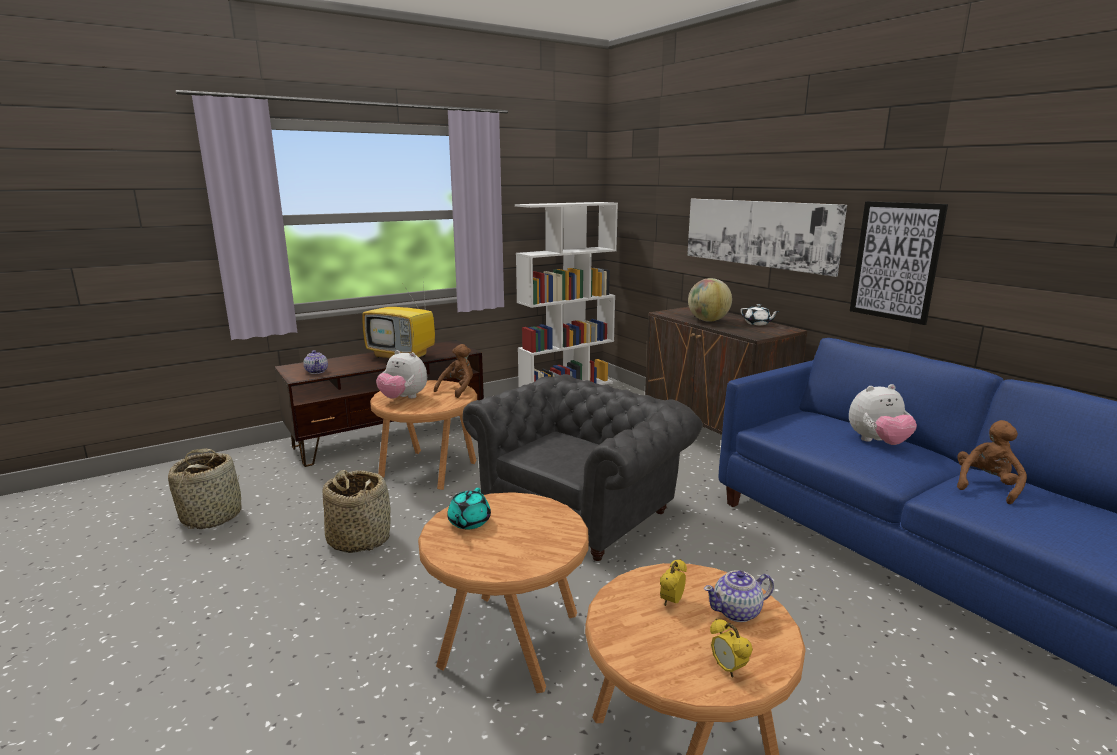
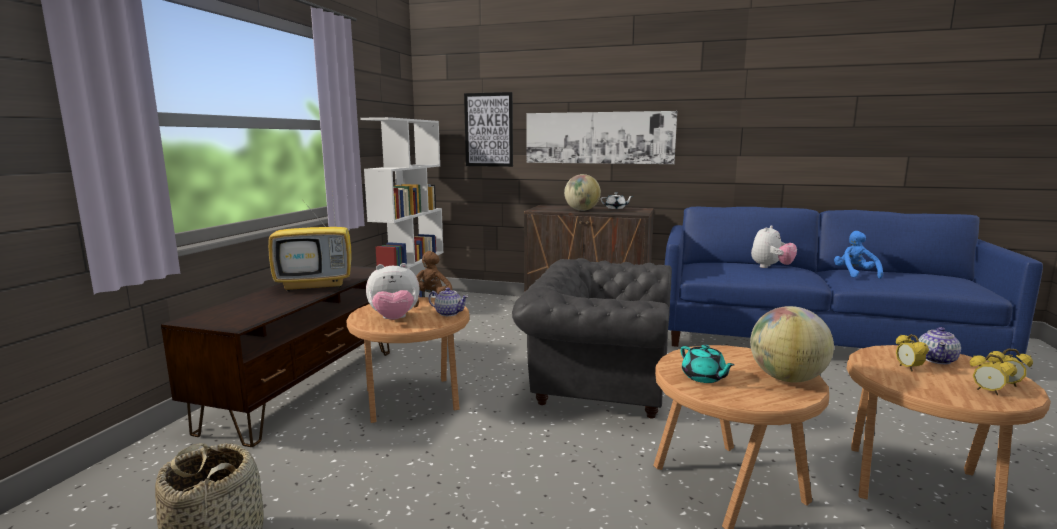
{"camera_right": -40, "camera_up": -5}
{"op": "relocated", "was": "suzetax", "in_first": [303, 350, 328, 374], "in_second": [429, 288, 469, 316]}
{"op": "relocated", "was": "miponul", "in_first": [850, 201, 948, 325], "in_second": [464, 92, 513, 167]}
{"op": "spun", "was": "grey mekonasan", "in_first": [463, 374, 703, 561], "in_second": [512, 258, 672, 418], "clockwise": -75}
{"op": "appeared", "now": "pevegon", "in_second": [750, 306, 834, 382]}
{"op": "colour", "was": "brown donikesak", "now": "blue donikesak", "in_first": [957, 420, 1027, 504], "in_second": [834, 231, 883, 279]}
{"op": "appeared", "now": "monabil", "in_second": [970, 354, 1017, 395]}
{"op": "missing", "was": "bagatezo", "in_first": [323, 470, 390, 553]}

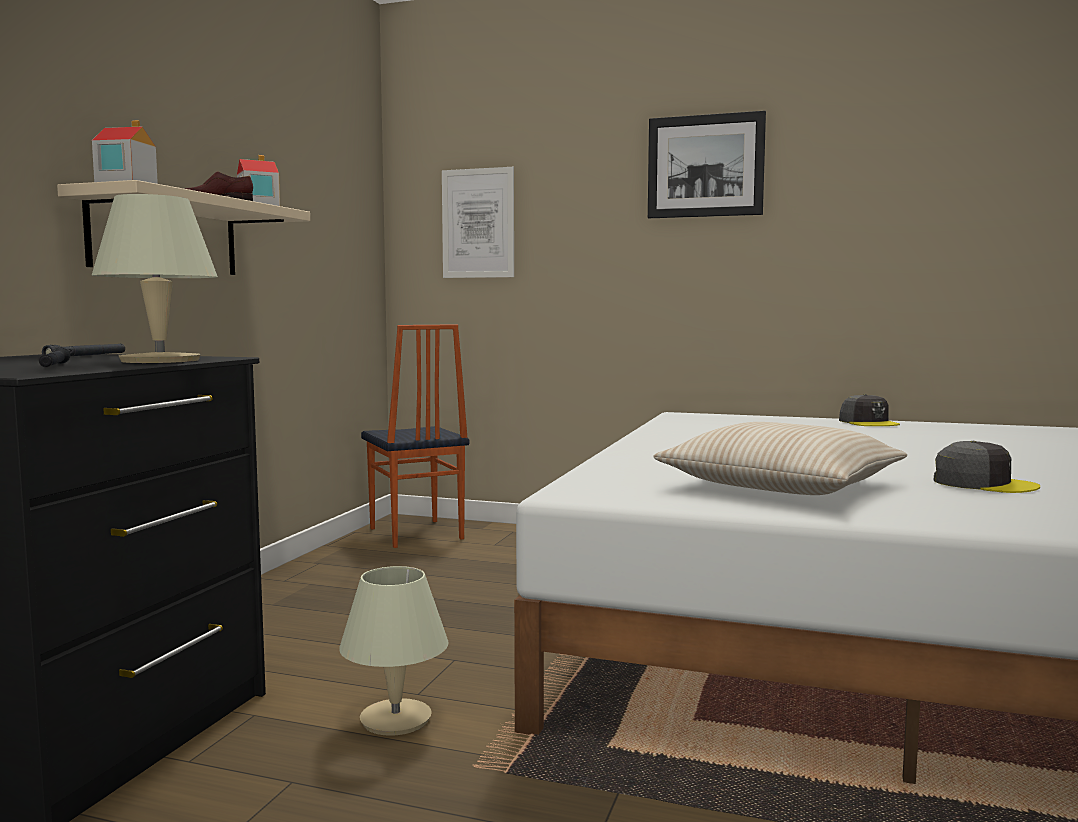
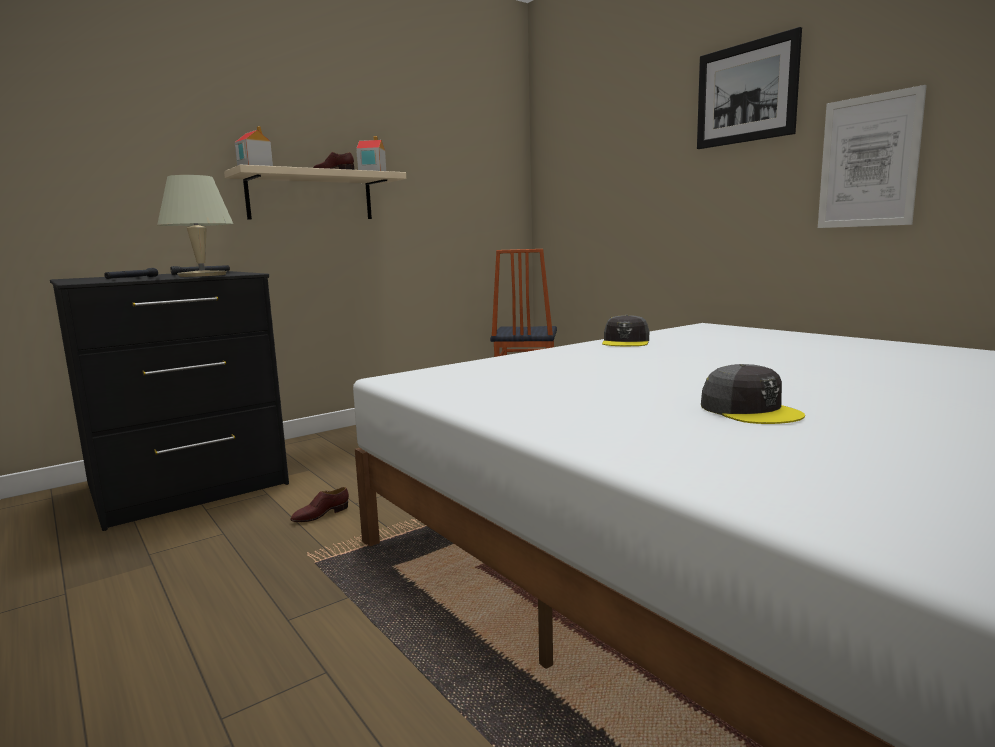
{"camera_right": 35, "camera_up": 5}
{"op": "exchanged", "was": "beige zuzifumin", "now": "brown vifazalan", "in_first": [339, 566, 449, 736], "in_second": [290, 487, 349, 522]}
{"op": "relocated", "was": "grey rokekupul", "in_first": [839, 394, 900, 426], "in_second": [602, 315, 649, 346]}
{"op": "relocated", "was": "miponul", "in_first": [442, 167, 514, 278], "in_second": [818, 85, 927, 228]}
{"op": "missing", "was": "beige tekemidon", "in_first": [654, 422, 907, 495]}

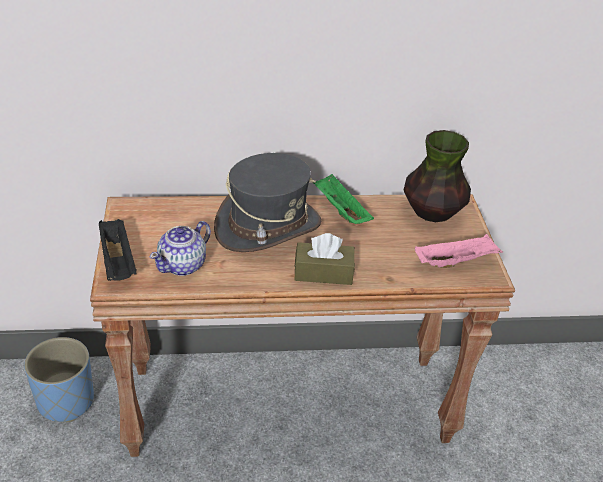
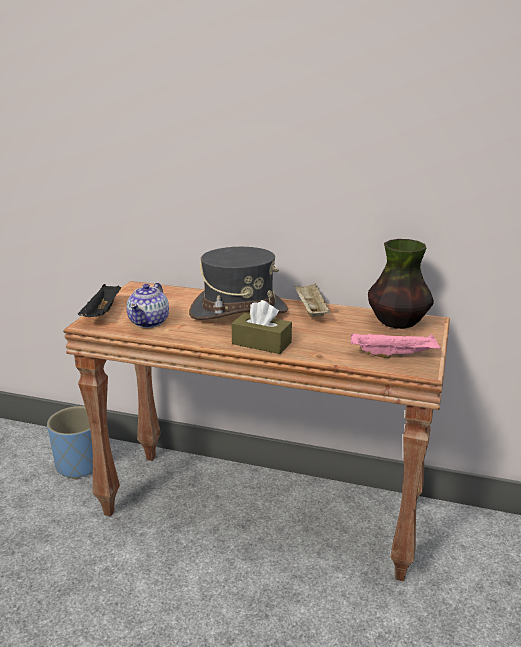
{"camera_right": 25, "camera_up": -15}
{"op": "spun", "was": "suzetax", "in_first": [150, 221, 211, 276], "in_second": [127, 283, 169, 328], "clockwise": -45}
{"op": "colour", "was": "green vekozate", "now": "beige vekozate", "in_first": [313, 174, 374, 224], "in_second": [294, 283, 330, 317]}

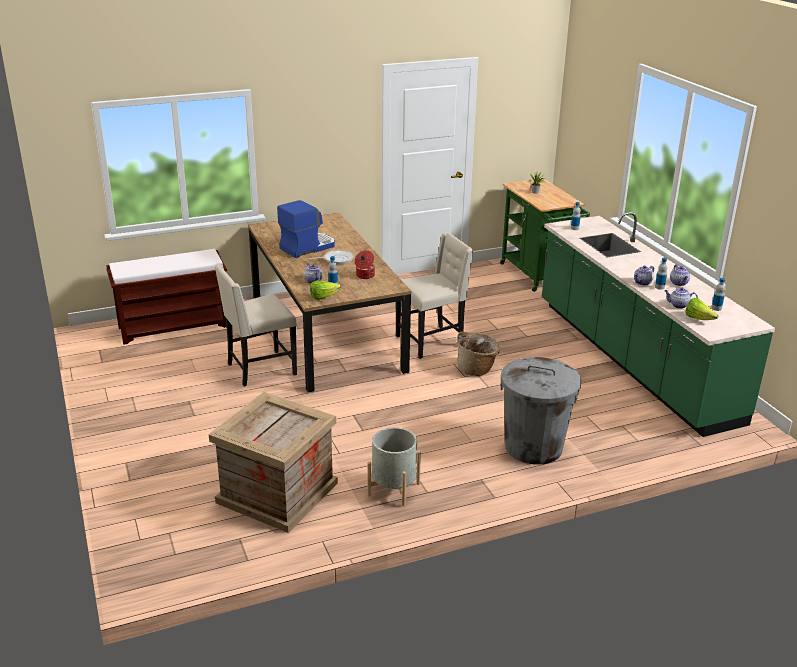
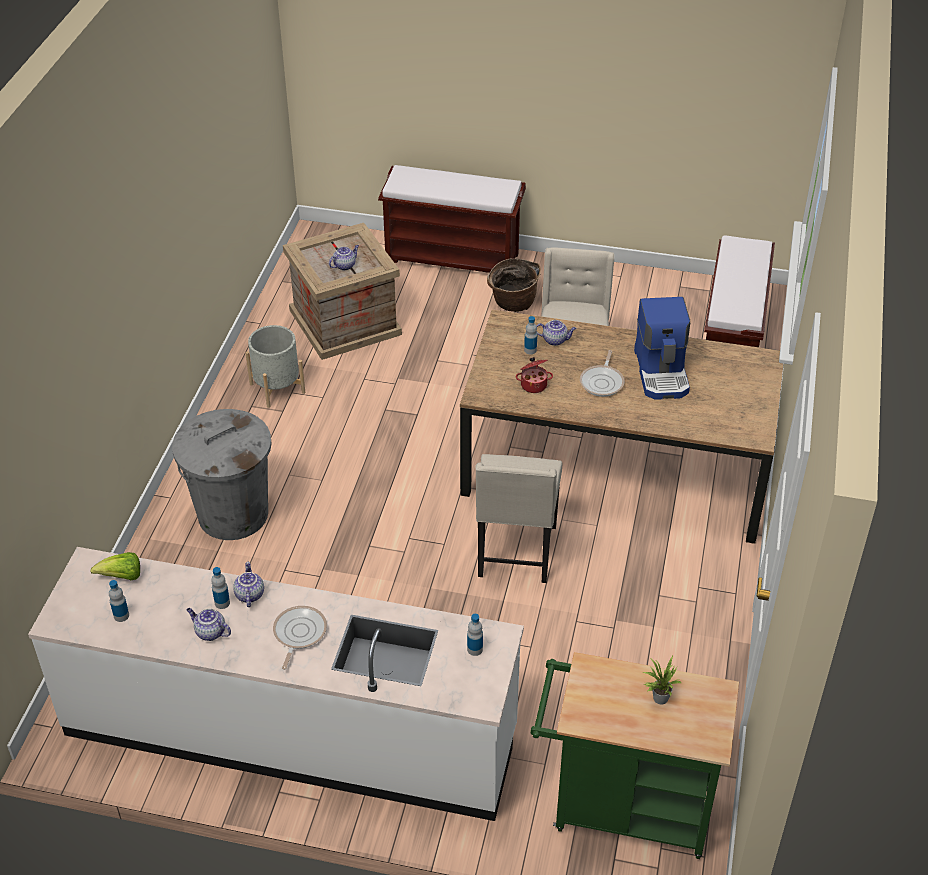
{"camera_right": 125, "camera_up": 15}
{"op": "colour", "was": "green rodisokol", "now": "white rodisokol", "in_first": [542, 212, 775, 437], "in_second": [28, 547, 524, 821]}
{"op": "appeared", "now": "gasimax", "in_second": [273, 606, 327, 670]}
{"op": "relocated", "was": "suzetax", "in_first": [664, 287, 698, 309], "in_second": [329, 245, 359, 270]}
{"op": "appeared", "now": "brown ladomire", "in_second": [378, 165, 526, 273]}
{"op": "relocated", "was": "bagatezo", "in_first": [457, 332, 500, 376], "in_second": [487, 258, 541, 312]}
{"op": "missing", "was": "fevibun", "in_first": [310, 281, 341, 300]}

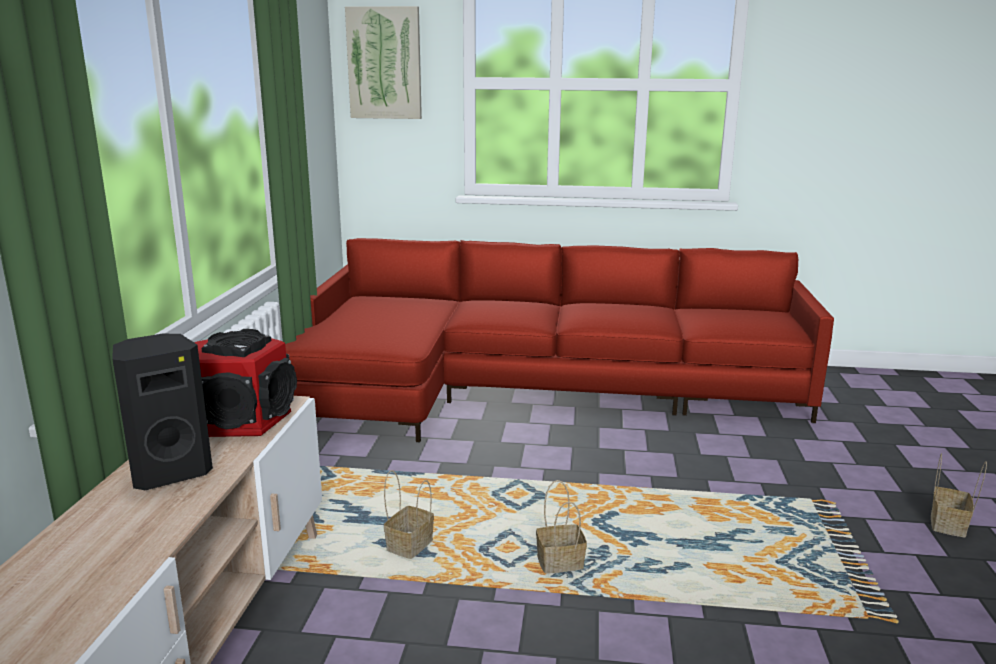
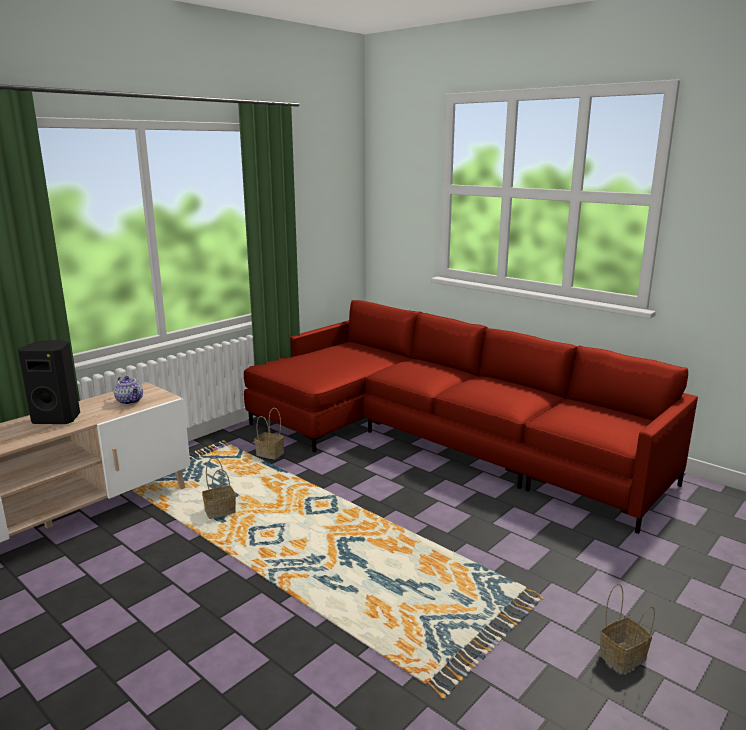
{"camera_right": 35, "camera_up": 0}
{"op": "exchanged", "was": "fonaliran", "now": "suzetax", "in_first": [194, 329, 297, 437], "in_second": [114, 376, 143, 405]}
{"op": "relocated", "was": "bagatezo", "in_first": [536, 480, 587, 573], "in_second": [254, 408, 284, 460]}
{"op": "missing", "was": "miponul", "in_first": [345, 6, 422, 119]}

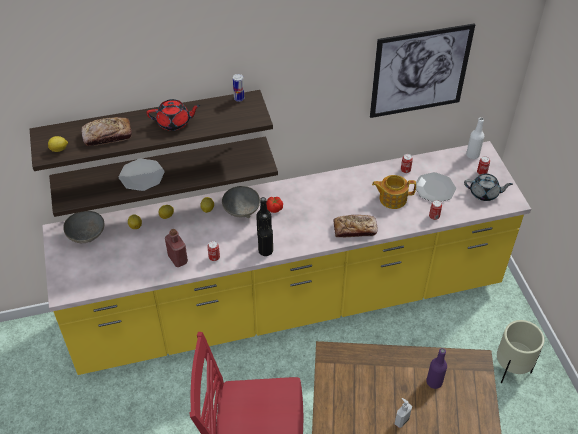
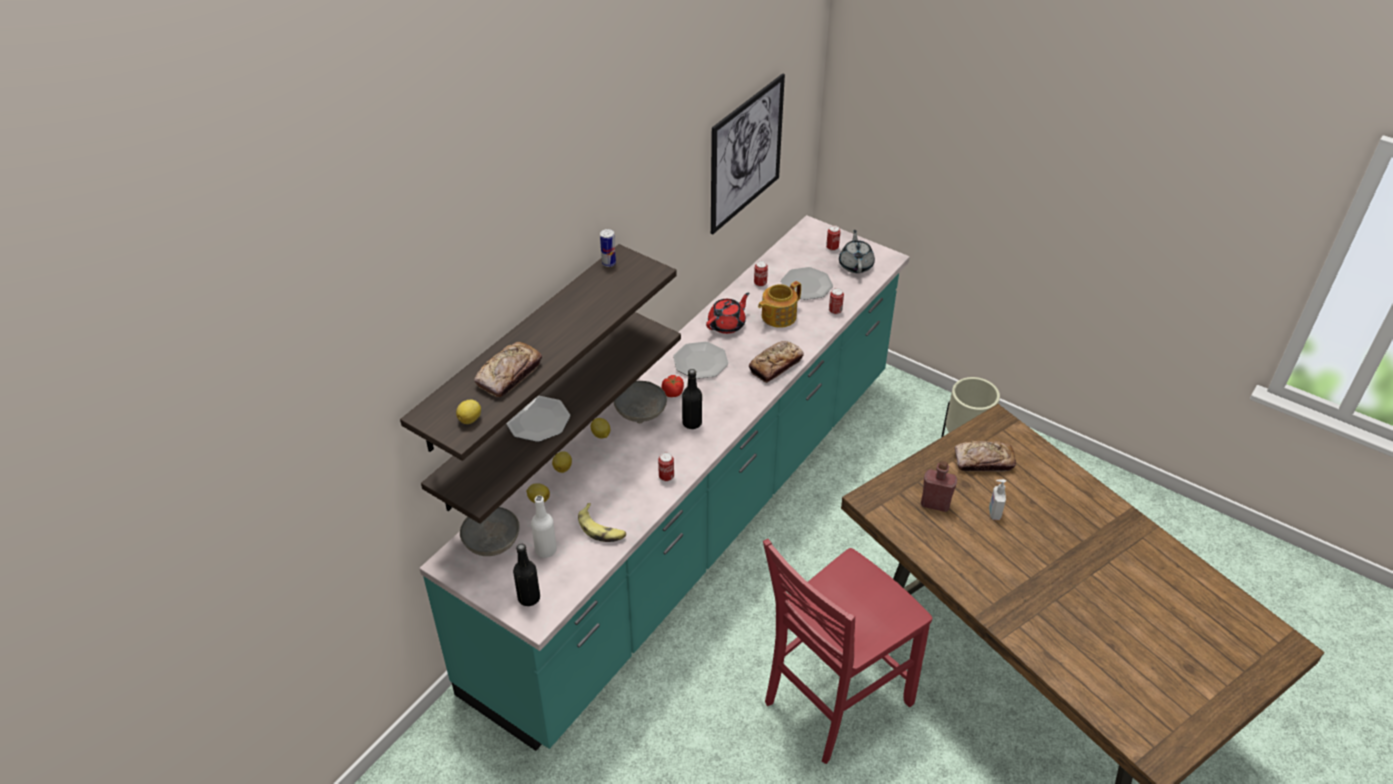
{"camera_right": -40, "camera_up": -5}
{"op": "colour", "was": "yellow rodisokol", "now": "turquoise rodisokol", "in_first": [42, 141, 531, 375], "in_second": [419, 215, 910, 751]}
{"op": "relocated", "was": "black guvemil", "in_first": [258, 214, 273, 256], "in_second": [513, 544, 540, 606]}
{"op": "relocated", "was": "white guvemil", "in_first": [466, 117, 484, 159], "in_second": [531, 496, 557, 558]}
{"op": "appeared", "now": "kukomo", "in_second": [578, 503, 626, 542]}
{"op": "appeared", "now": "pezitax", "in_second": [673, 342, 728, 379]}
{"op": "relocated", "was": "red suzetax", "in_first": [146, 99, 201, 131], "in_second": [706, 292, 749, 334]}
{"op": "spun", "was": "grey suzetax", "in_first": [464, 174, 513, 201], "in_second": [839, 230, 875, 273], "clockwise": -60}
{"op": "relocated", "was": "red guvemil", "in_first": [165, 229, 188, 267], "in_second": [921, 461, 957, 512]}
{"op": "exchanged", "was": "purple guvemil", "now": "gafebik", "in_first": [426, 348, 447, 389], "in_second": [955, 441, 1016, 472]}

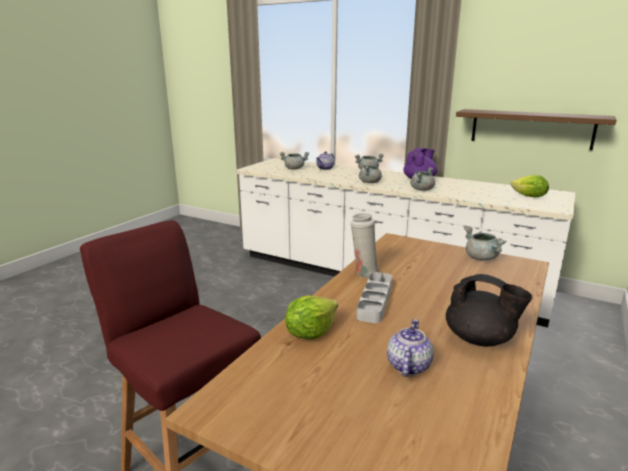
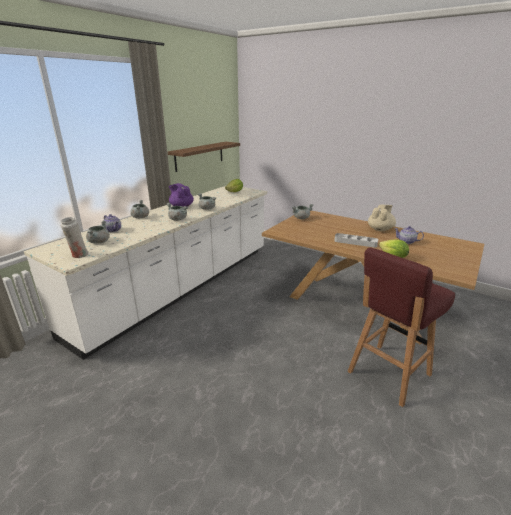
{"camera_right": -85, "camera_up": 5}
{"op": "relocated", "was": "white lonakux", "in_first": [351, 213, 378, 278], "in_second": [60, 217, 88, 258]}
{"op": "colour", "was": "black suzetax", "now": "beige suzetax", "in_first": [446, 274, 533, 347], "in_second": [368, 204, 396, 231]}

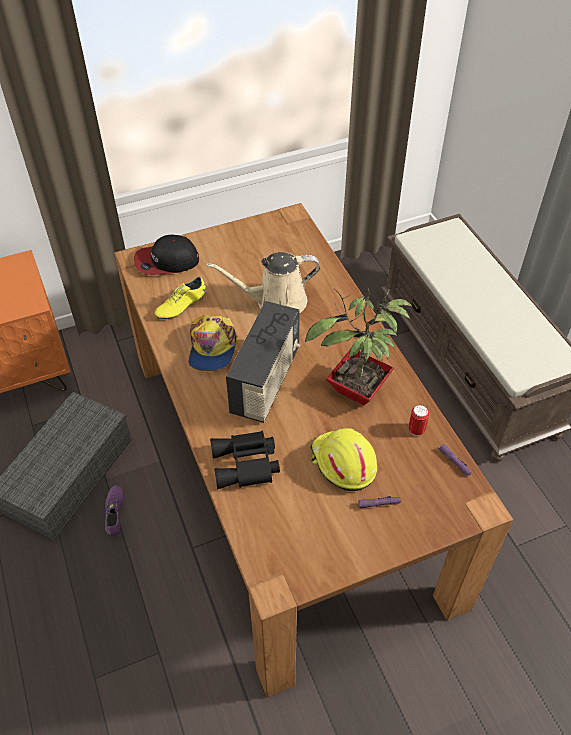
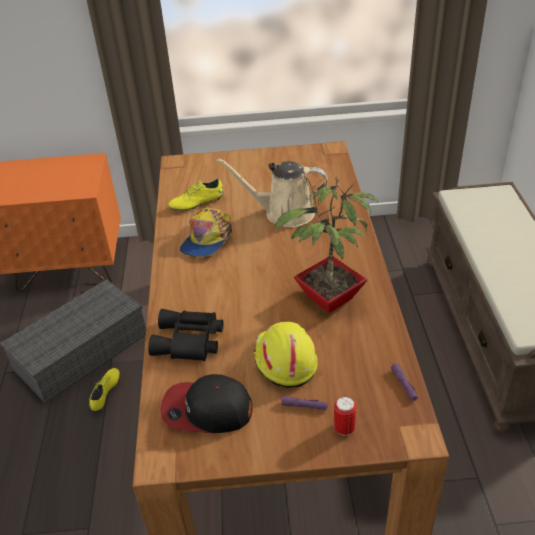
{"camera_right": 20, "camera_up": -10}
{"op": "colour", "was": "purple vifazalan", "now": "yellow vifazalan", "in_first": [105, 485, 124, 536], "in_second": [89, 368, 120, 412]}
{"op": "relocated", "was": "rokekupul", "in_first": [134, 235, 199, 275], "in_second": [161, 374, 253, 433]}
{"op": "relocated", "was": "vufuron", "in_first": [408, 405, 429, 436], "in_second": [334, 396, 356, 436]}
{"op": "missing", "was": "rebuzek", "in_first": [226, 301, 300, 423]}

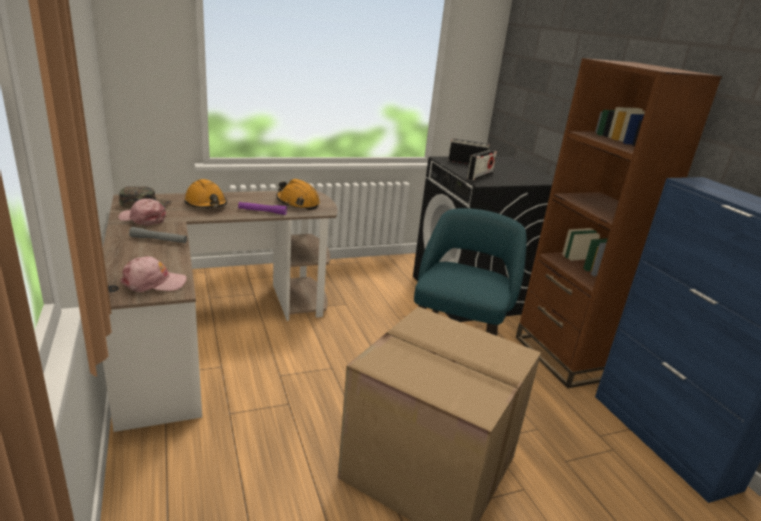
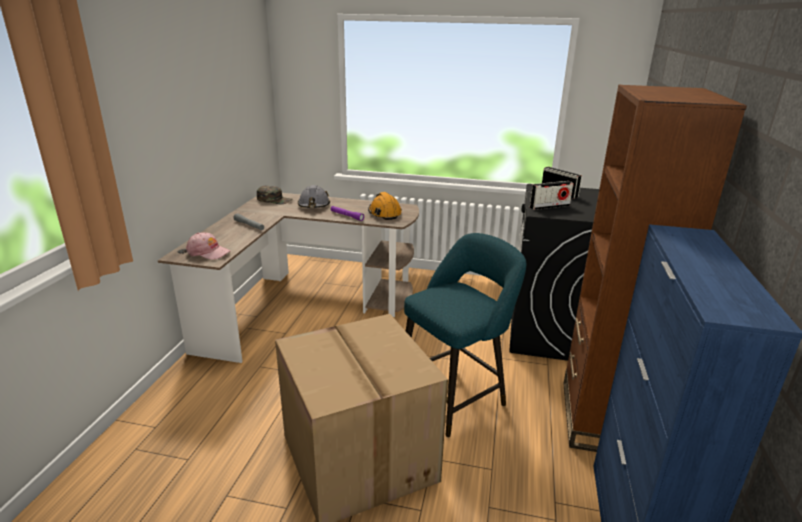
{"camera_right": 35, "camera_up": 0}
{"op": "colour", "was": "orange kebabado", "now": "grey kebabado", "in_first": [184, 179, 227, 208], "in_second": [298, 185, 330, 208]}
{"op": "missing", "was": "pink rokekupul", "in_first": [118, 199, 166, 226]}

